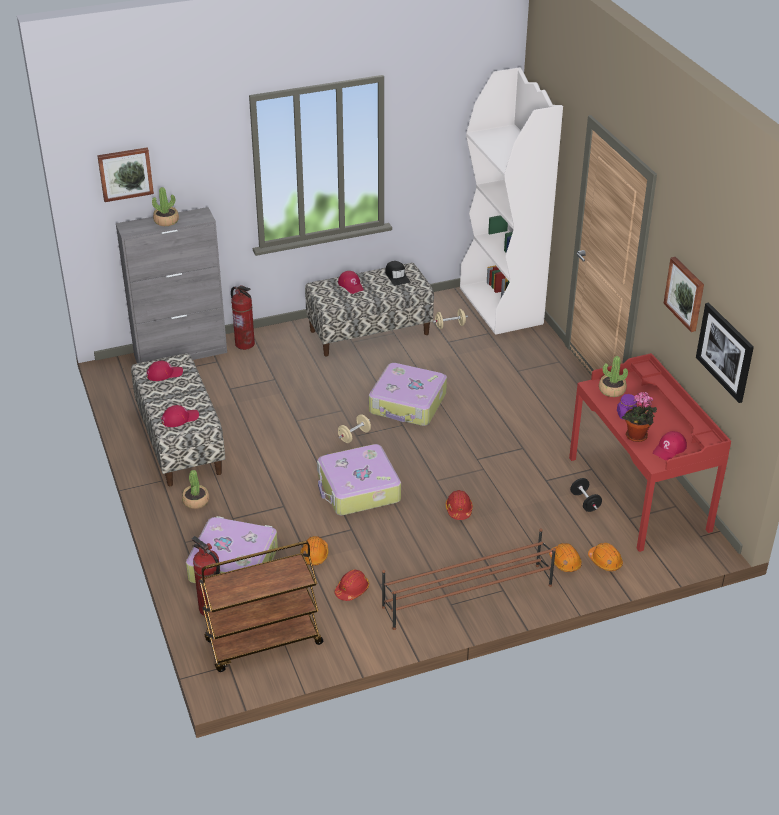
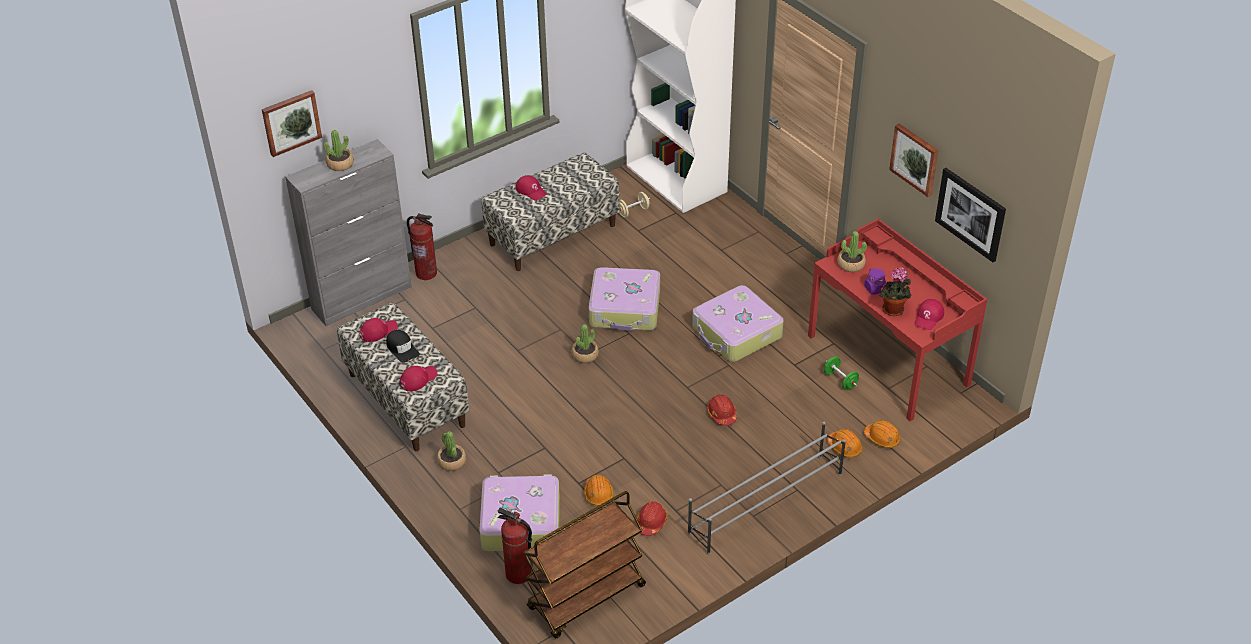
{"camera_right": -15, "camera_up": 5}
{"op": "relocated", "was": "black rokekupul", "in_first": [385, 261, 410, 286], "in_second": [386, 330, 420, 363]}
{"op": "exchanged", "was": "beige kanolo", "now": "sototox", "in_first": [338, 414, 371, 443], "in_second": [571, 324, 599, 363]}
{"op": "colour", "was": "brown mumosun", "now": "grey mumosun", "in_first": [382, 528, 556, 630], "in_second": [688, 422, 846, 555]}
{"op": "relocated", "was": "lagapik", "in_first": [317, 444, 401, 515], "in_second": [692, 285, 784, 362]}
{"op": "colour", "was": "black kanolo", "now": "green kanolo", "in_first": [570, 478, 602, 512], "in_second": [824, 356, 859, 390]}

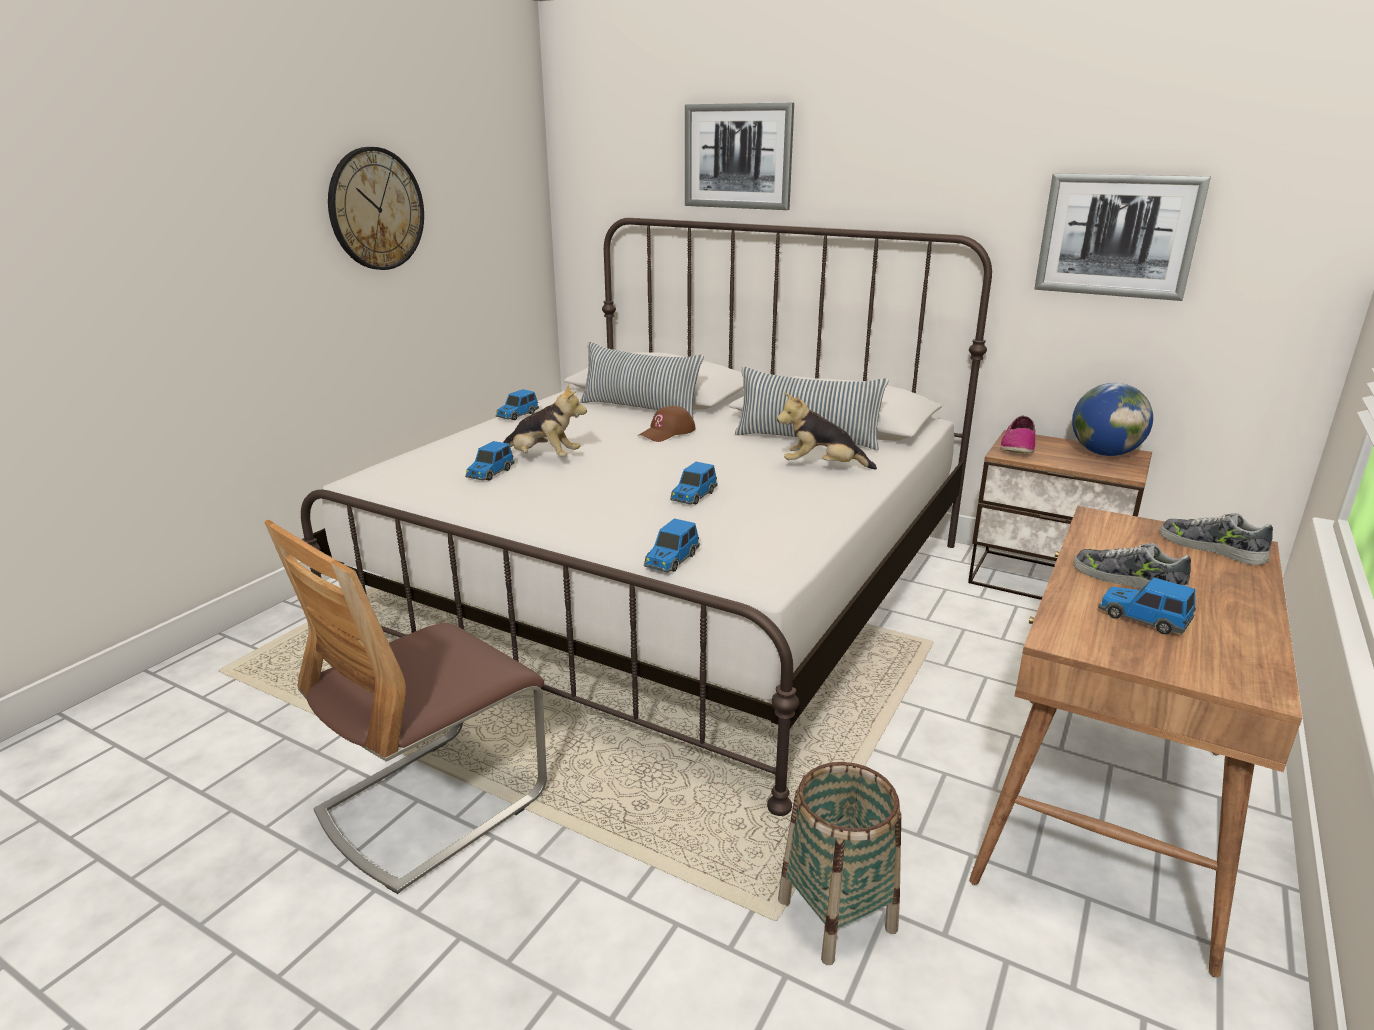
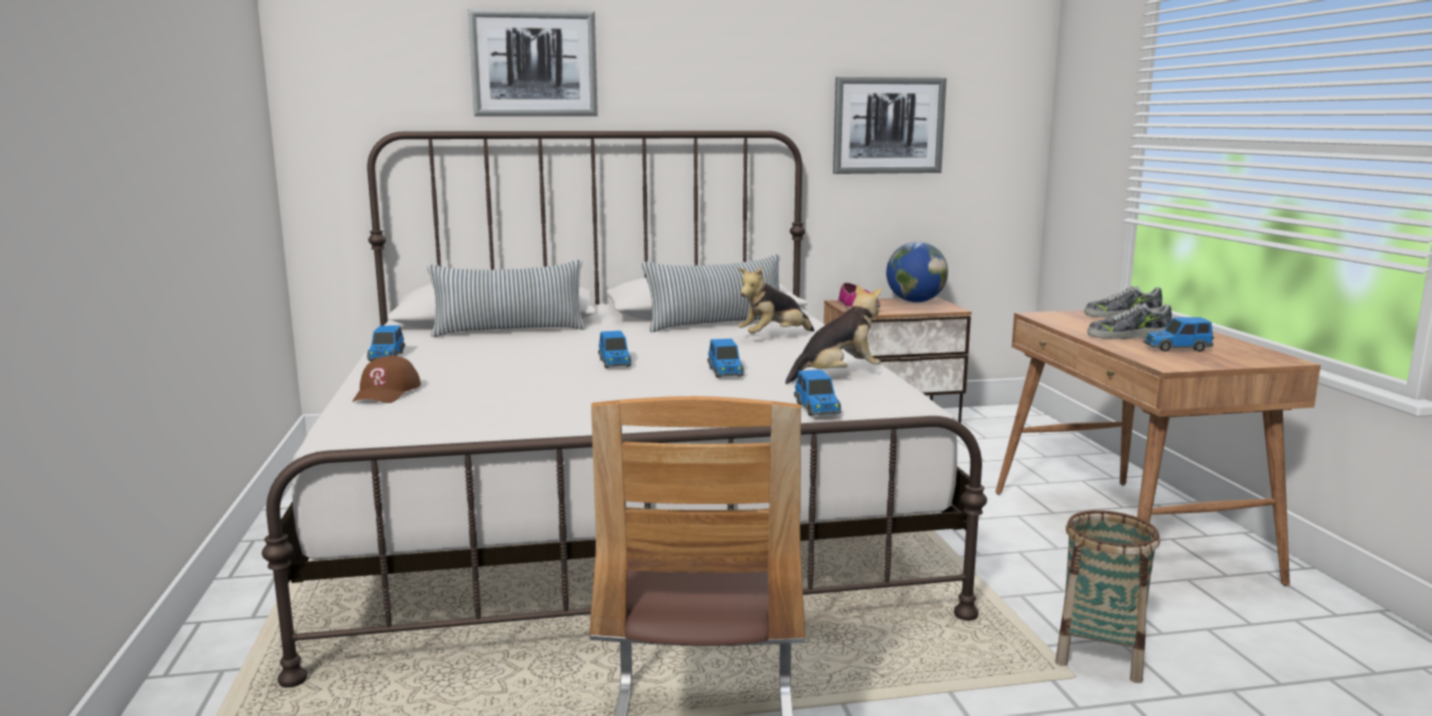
{"camera_right": -40, "camera_up": -10}
{"op": "relocated", "was": "brown rokekupul", "in_first": [638, 406, 695, 442], "in_second": [352, 356, 421, 403]}
{"op": "relocated", "was": "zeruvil", "in_first": [465, 441, 515, 480], "in_second": [598, 331, 632, 368]}
{"op": "relocated", "was": "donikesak", "in_first": [503, 384, 587, 457], "in_second": [785, 284, 883, 384]}
{"op": "missing", "was": "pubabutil", "in_first": [328, 147, 424, 270]}

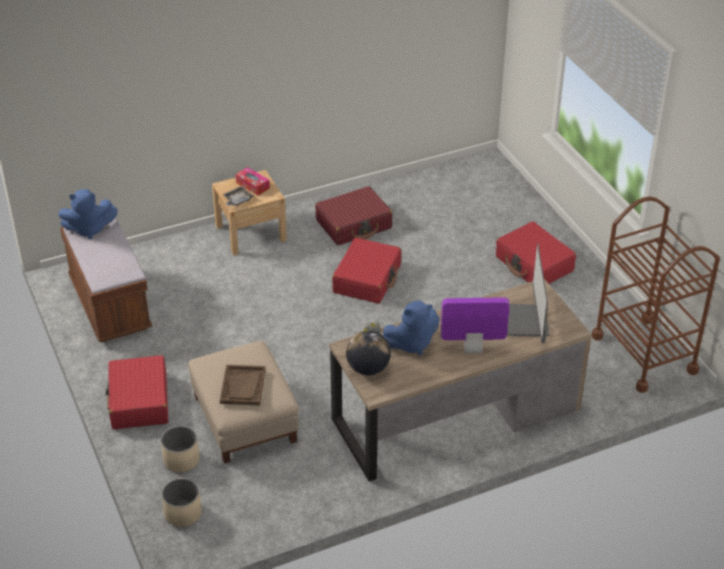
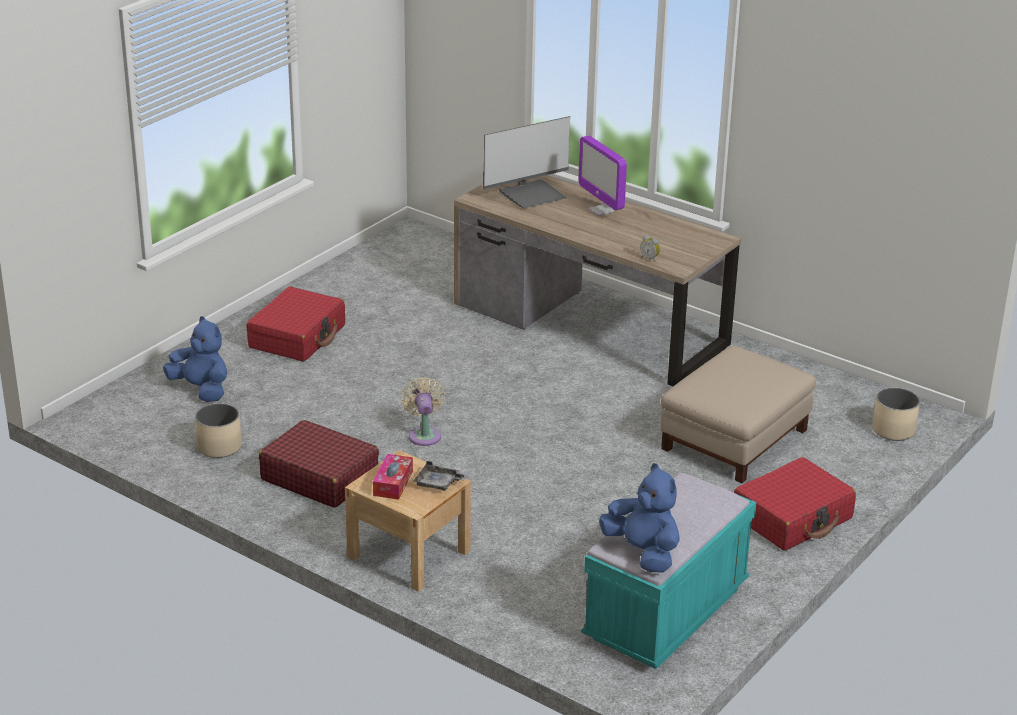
{"camera_right": -120, "camera_up": -10}
{"op": "relocated", "was": "blue donikesak", "in_first": [383, 300, 440, 355], "in_second": [163, 316, 227, 402]}
{"op": "relocated", "was": "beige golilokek", "in_first": [161, 426, 200, 473], "in_second": [195, 403, 242, 458]}
{"op": "exchanged", "was": "red lagapik", "now": "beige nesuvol", "in_first": [332, 238, 401, 304], "in_second": [401, 377, 445, 446]}
{"op": "colour", "was": "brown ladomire", "now": "turquoise ladomire", "in_first": [60, 217, 153, 342], "in_second": [581, 473, 756, 669]}
{"op": "missing", "was": "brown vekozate", "in_first": [220, 365, 266, 406]}
{"op": "missing", "was": "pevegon", "in_first": [346, 330, 391, 375]}
{"op": "missing", "was": "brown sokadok", "in_first": [592, 196, 720, 393]}

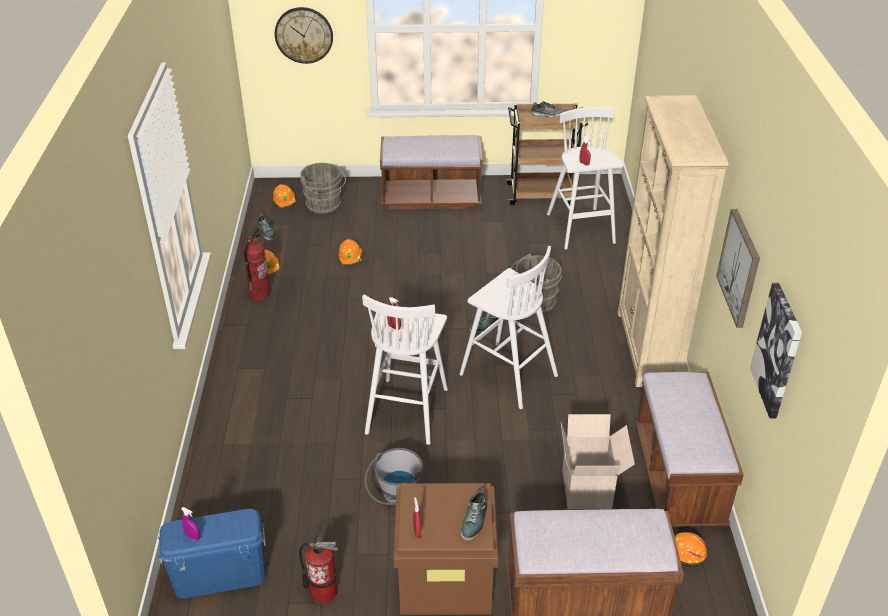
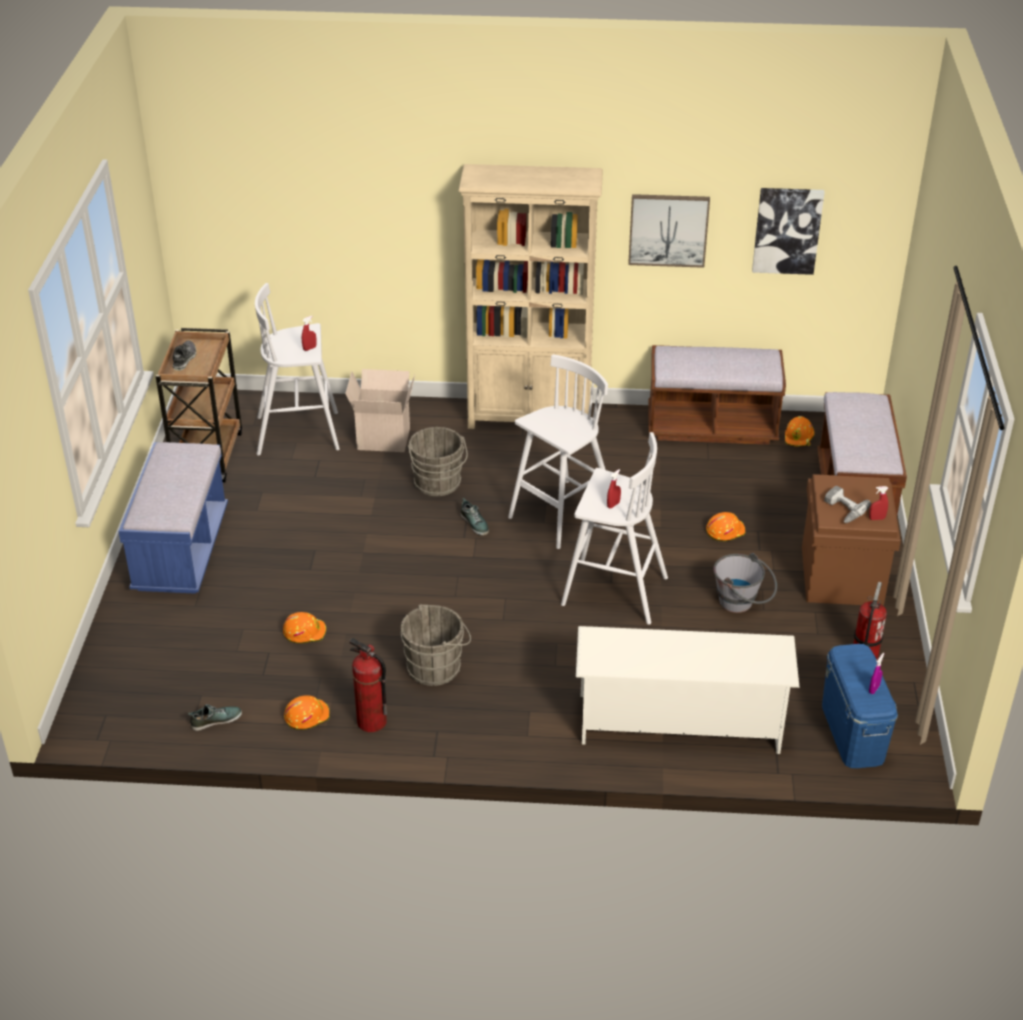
{"camera_right": -85, "camera_up": 0}
{"op": "colour", "was": "brown ladomire", "now": "blue ladomire", "in_first": [380, 135, 483, 209], "in_second": [118, 442, 228, 594]}
{"op": "relocated", "was": "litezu", "in_first": [561, 414, 635, 509], "in_second": [345, 369, 415, 452]}
{"op": "relocated", "was": "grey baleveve", "in_first": [300, 163, 346, 214], "in_second": [400, 605, 471, 686]}
{"op": "appeared", "now": "white mumosun", "in_second": [576, 626, 800, 754]}
{"op": "relocated", "was": "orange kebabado", "in_first": [273, 184, 297, 208], "in_second": [706, 512, 745, 541]}
{"op": "appeared", "now": "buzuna", "in_second": [824, 486, 871, 523]}
{"op": "missing", "was": "pubabutil", "in_first": [275, 7, 333, 64]}
{"op": "missing", "was": "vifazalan", "in_first": [461, 488, 487, 541]}

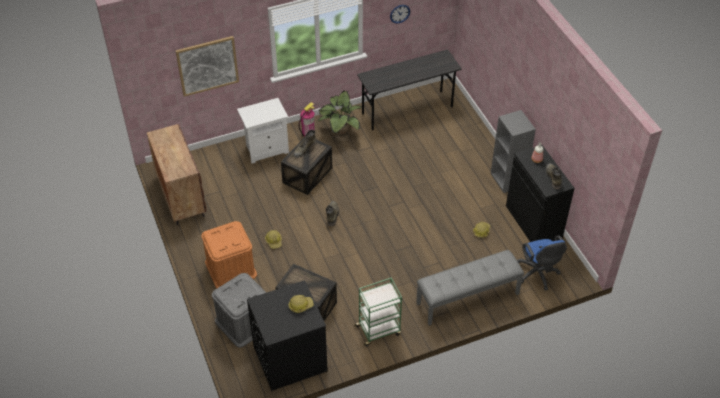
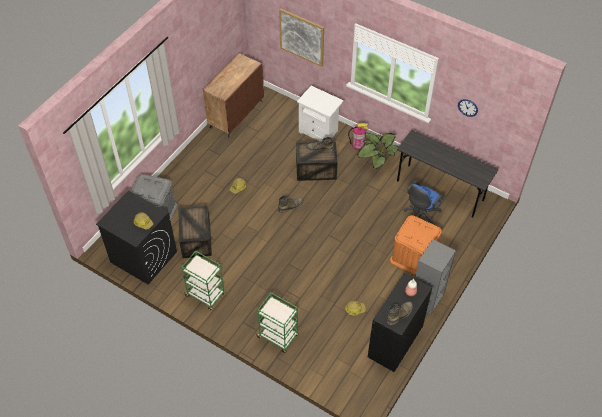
{"camera_right": 55, "camera_up": 5}
{"op": "exchanged", "was": "grey ladomire", "now": "green sokadok", "in_first": [416, 250, 524, 326], "in_second": [256, 293, 299, 353]}
{"op": "relocated", "was": "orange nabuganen", "in_first": [201, 221, 257, 289], "in_second": [390, 215, 442, 275]}
{"op": "relocated", "was": "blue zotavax", "in_first": [517, 236, 567, 291], "in_second": [404, 180, 444, 225]}

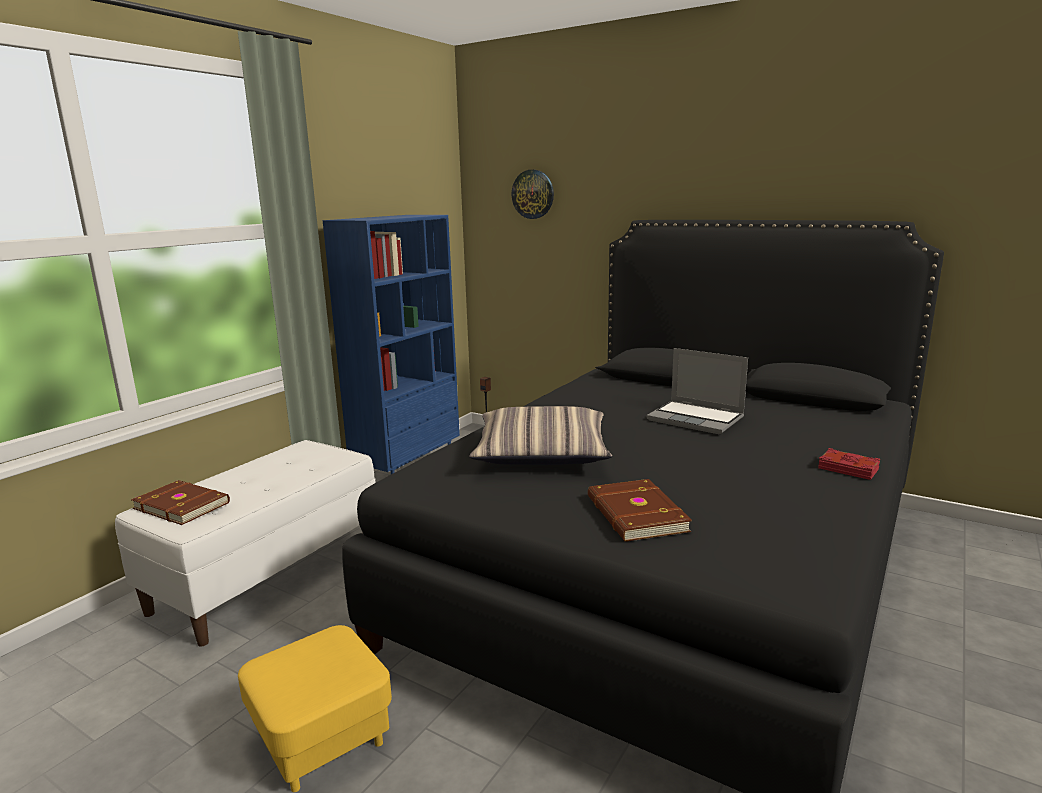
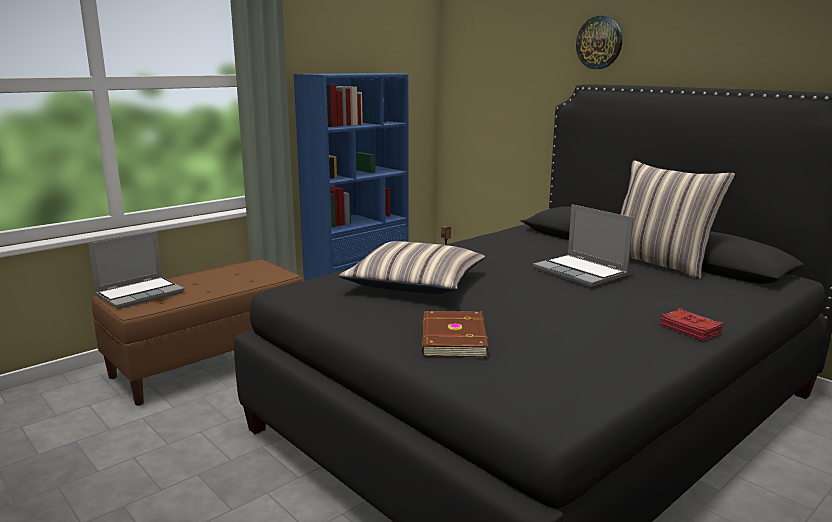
{"camera_right": 15, "camera_up": 0}
{"op": "exchanged", "was": "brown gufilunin", "now": "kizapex", "in_first": [131, 480, 230, 525], "in_second": [88, 231, 184, 309]}
{"op": "colour", "was": "white ladomire", "now": "brown ladomire", "in_first": [115, 440, 375, 647], "in_second": [92, 259, 303, 406]}
{"op": "relocated", "was": "pubabutil", "in_first": [512, 170, 554, 219], "in_second": [576, 16, 622, 69]}
{"op": "appeared", "now": "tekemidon", "in_second": [621, 160, 735, 279]}
{"op": "missing", "was": "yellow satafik", "in_first": [238, 625, 392, 792]}

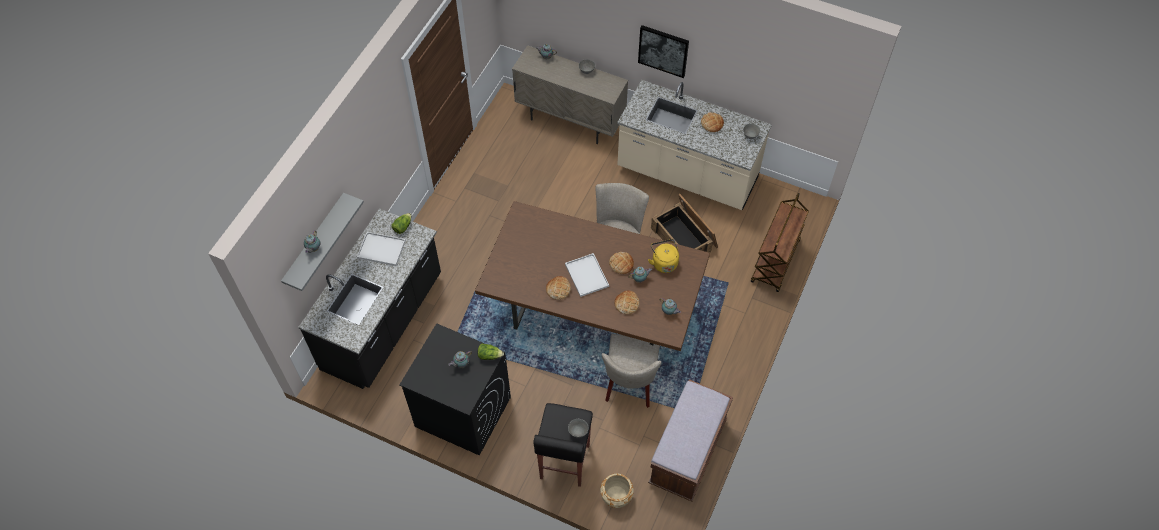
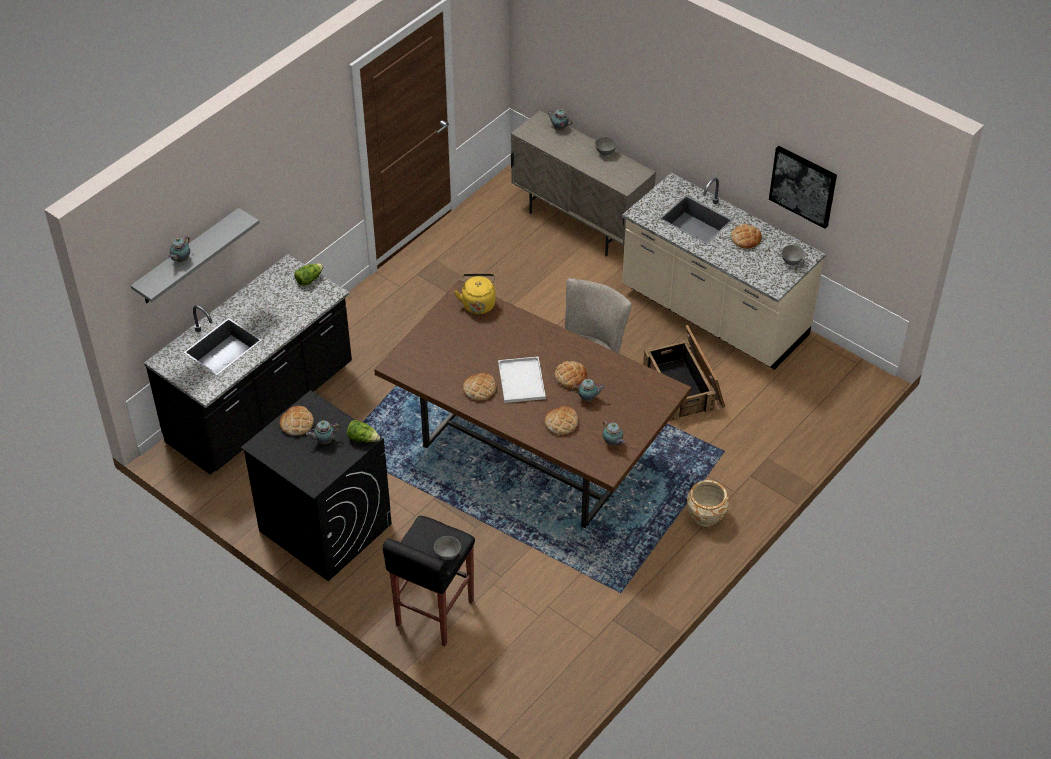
{"camera_right": 15, "camera_up": -10}
{"op": "appeared", "now": "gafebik", "in_second": [279, 406, 314, 435]}
{"op": "relocated", "was": "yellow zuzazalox", "in_first": [648, 239, 679, 273], "in_second": [454, 274, 496, 314]}
{"op": "relocated", "was": "beige golilokek", "in_first": [600, 473, 634, 508], "in_second": [687, 480, 729, 527]}
{"op": "relocated", "was": "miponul", "in_first": [638, 25, 689, 78], "in_second": [769, 146, 837, 229]}
{"op": "missing", "was": "white vekozate", "in_first": [357, 232, 406, 266]}
{"op": "missing", "was": "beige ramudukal", "in_first": [602, 334, 662, 408]}
{"op": "missing", "was": "brown ladomire", "in_first": [648, 379, 733, 502]}
{"op": "missing", "was": "brown sokadok", "in_first": [751, 193, 809, 292]}

